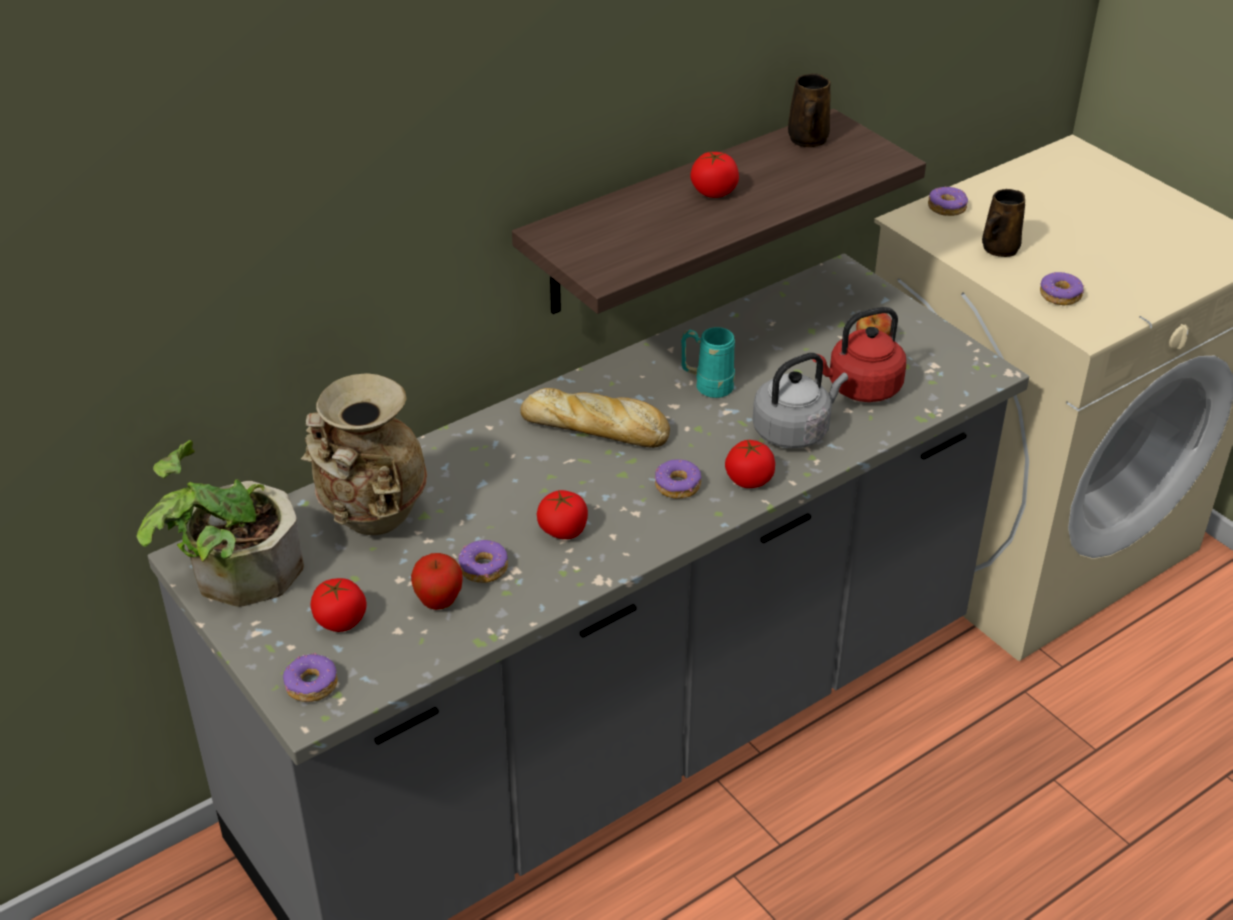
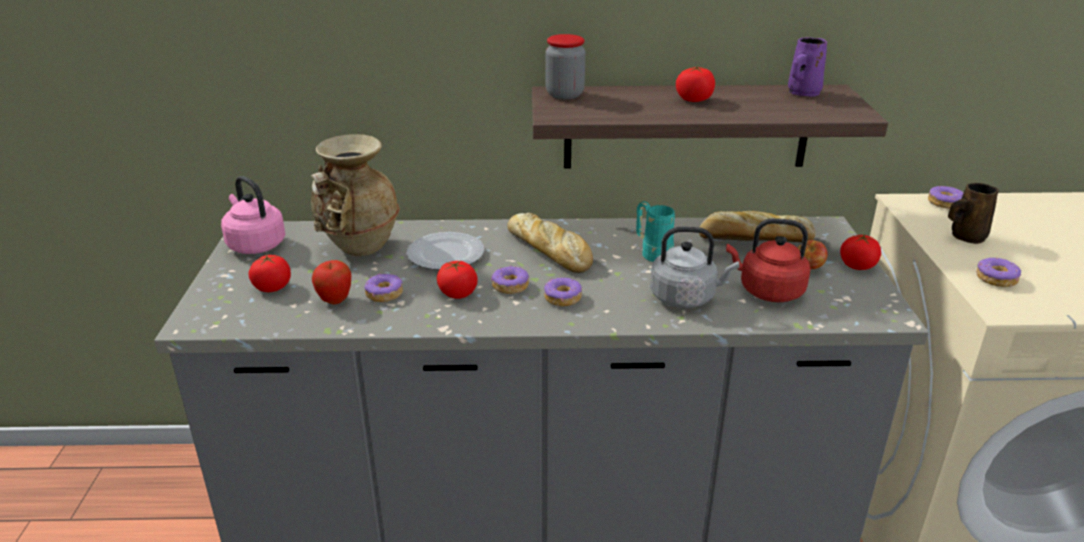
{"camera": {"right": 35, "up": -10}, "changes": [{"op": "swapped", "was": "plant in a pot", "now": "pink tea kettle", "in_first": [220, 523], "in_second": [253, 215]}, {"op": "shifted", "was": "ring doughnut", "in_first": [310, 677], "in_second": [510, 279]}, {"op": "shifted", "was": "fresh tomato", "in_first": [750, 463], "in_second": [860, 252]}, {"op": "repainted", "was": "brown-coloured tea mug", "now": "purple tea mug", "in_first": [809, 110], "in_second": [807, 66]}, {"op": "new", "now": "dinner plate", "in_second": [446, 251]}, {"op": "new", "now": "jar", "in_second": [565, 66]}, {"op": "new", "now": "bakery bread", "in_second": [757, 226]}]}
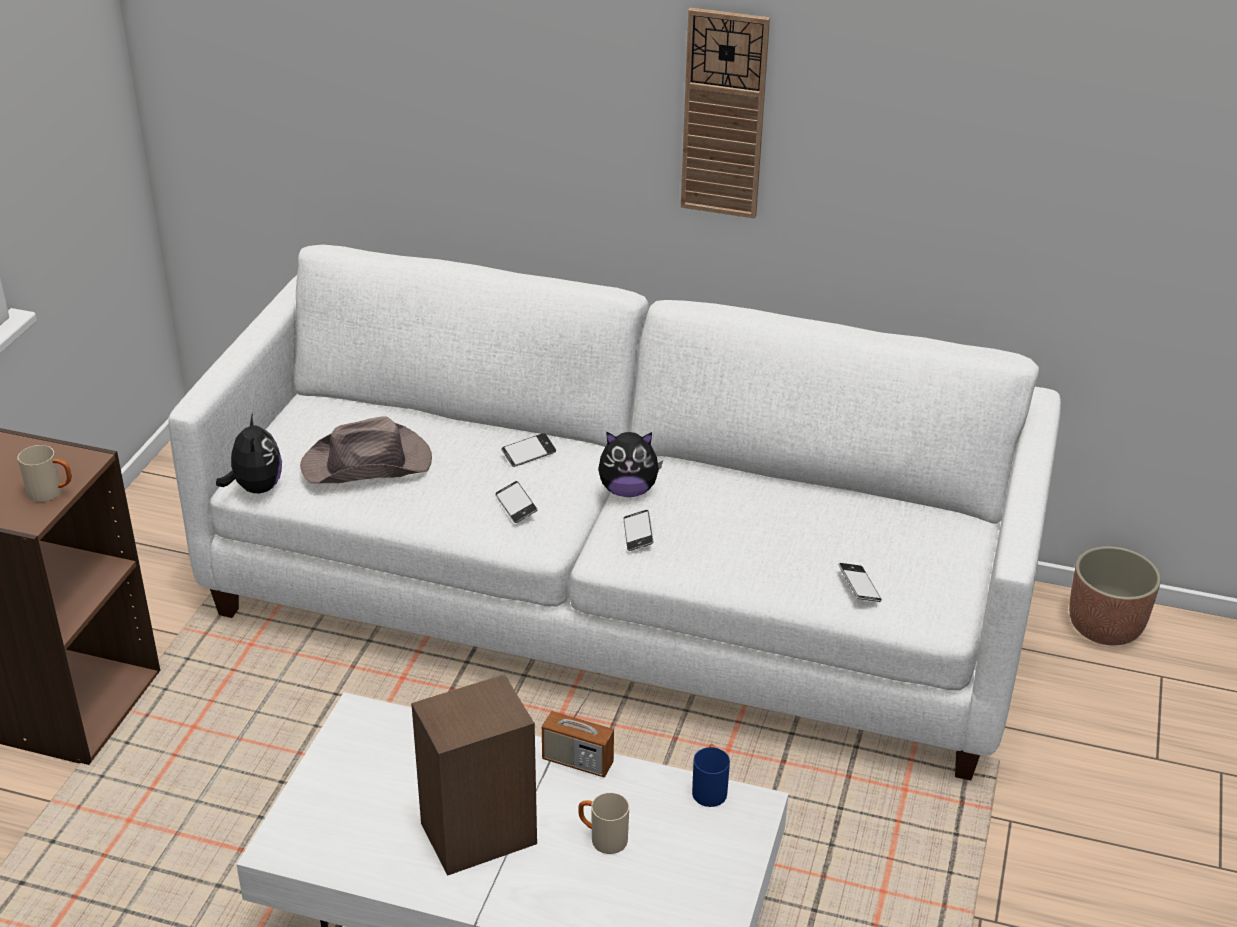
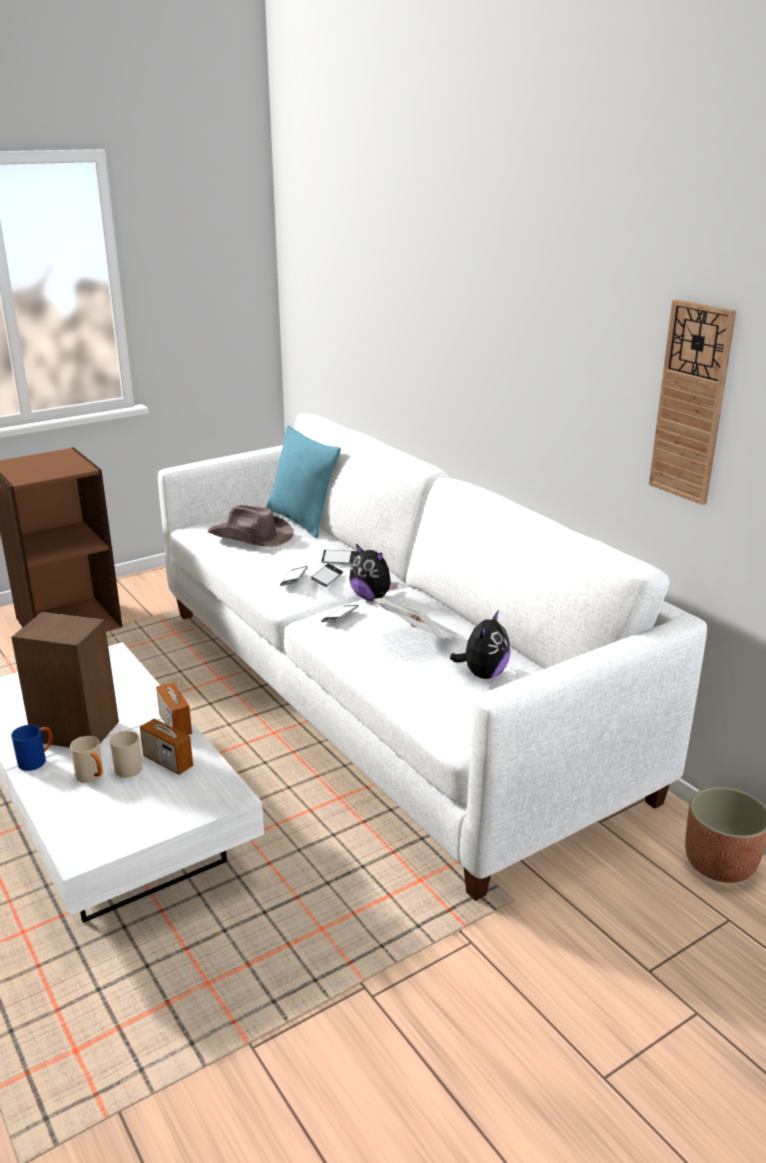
{"camera": {"right": 40, "up": -10}, "changes": [{"op": "shifted", "was": "sand-coloured tea mug", "in_first": [44, 473], "in_second": [87, 759]}, {"op": "shifted", "was": "plush toy", "in_first": [249, 453], "in_second": [480, 644]}, {"op": "shifted", "was": "wall clock", "in_first": [725, 113], "in_second": [692, 402]}, {"op": "shifted", "was": "blue-coloured tea mug", "in_first": [711, 775], "in_second": [31, 748]}, {"op": "shifted", "was": "phone", "in_first": [860, 582], "in_second": [327, 575]}, {"op": "new", "now": "radio receiver", "in_second": [166, 735]}, {"op": "new", "now": "turquoise-coloured pillow", "in_second": [303, 481]}, {"op": "new", "now": "printed paper", "in_second": [419, 619]}]}
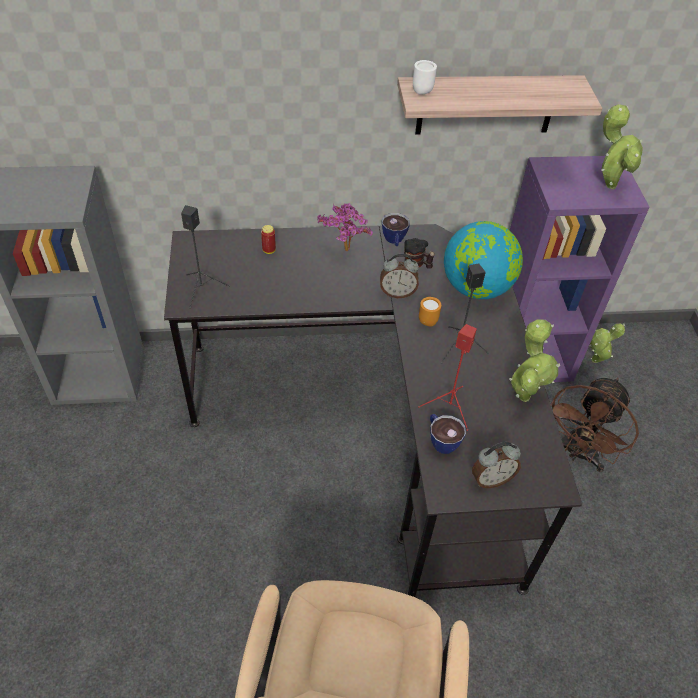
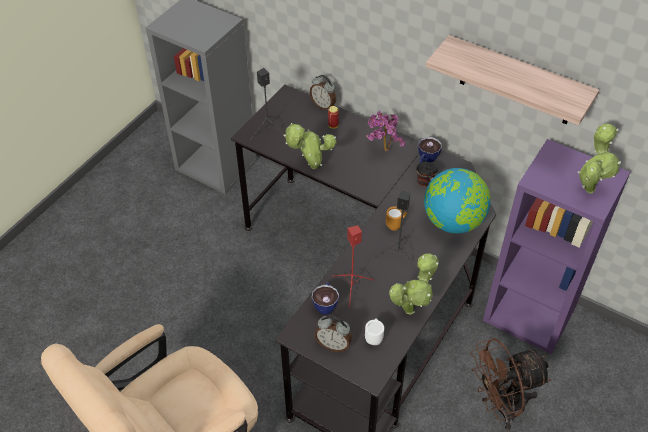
{"camera": {"right": 40, "up": 0}, "changes": [{"op": "shifted", "was": "alarm clock", "in_first": [399, 276], "in_second": [323, 92]}, {"op": "shifted", "was": "whitish tea mug", "in_first": [425, 77], "in_second": [374, 331]}, {"op": "shifted", "was": "plant in a pot", "in_first": [607, 343], "in_second": [310, 146]}]}
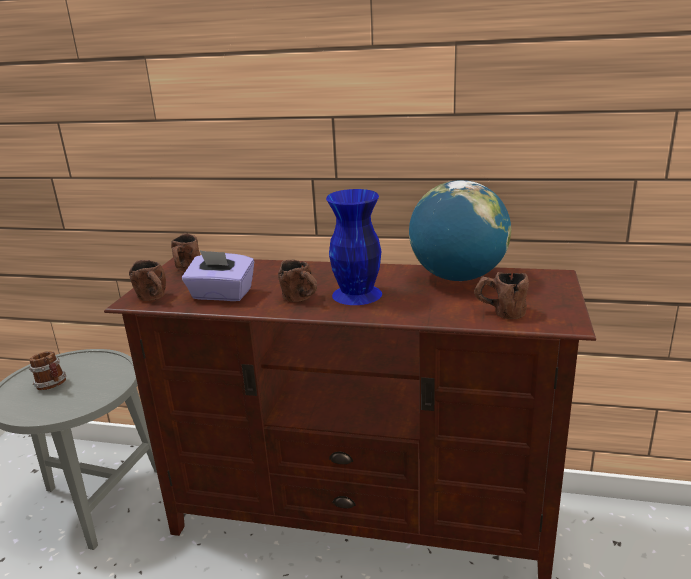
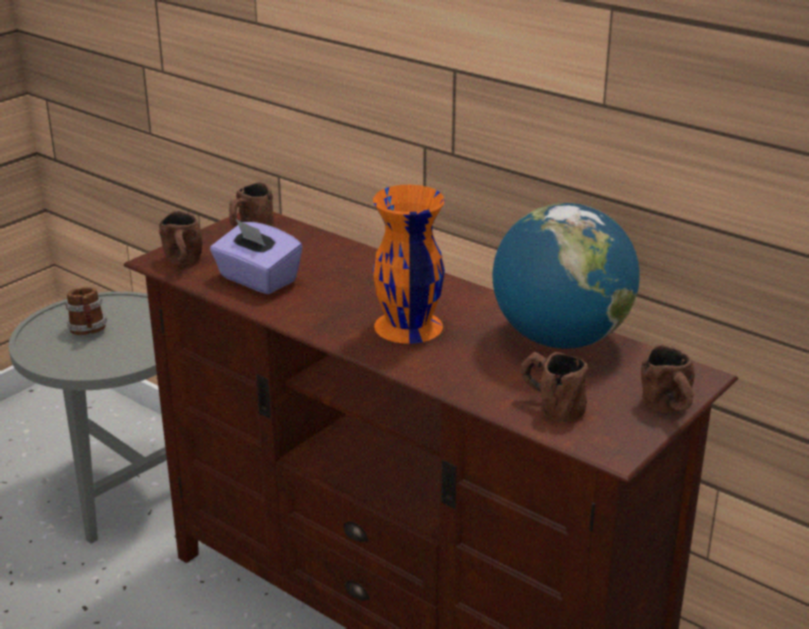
{"camera": {"right": 25, "up": 5}, "changes": [{"op": "shifted", "was": "brown-coloured tea mug", "in_first": [297, 281], "in_second": [668, 379]}, {"op": "repainted", "was": "blue-coloured decorative vase", "now": "orange decorative vase", "in_first": [354, 247], "in_second": [409, 264]}]}
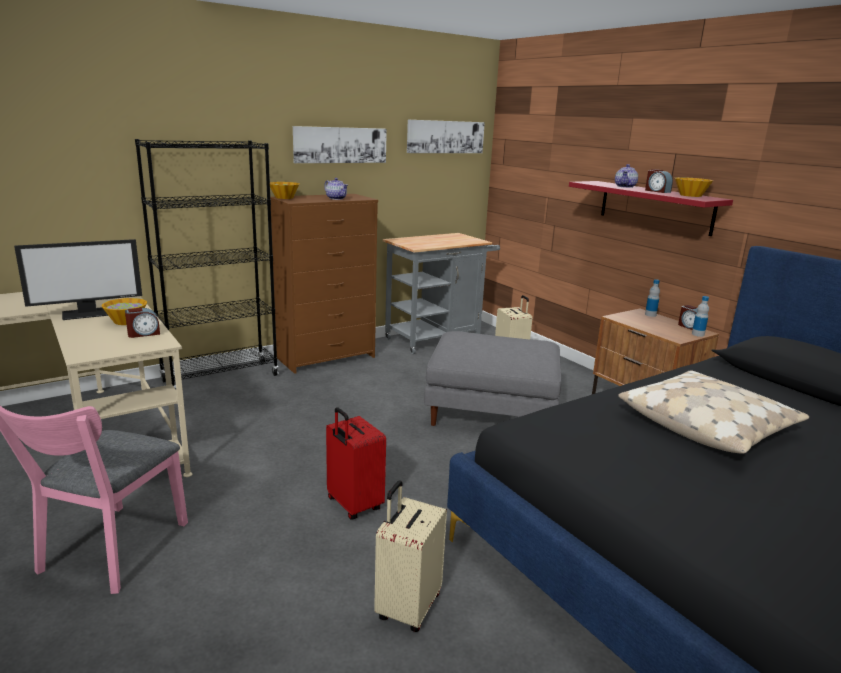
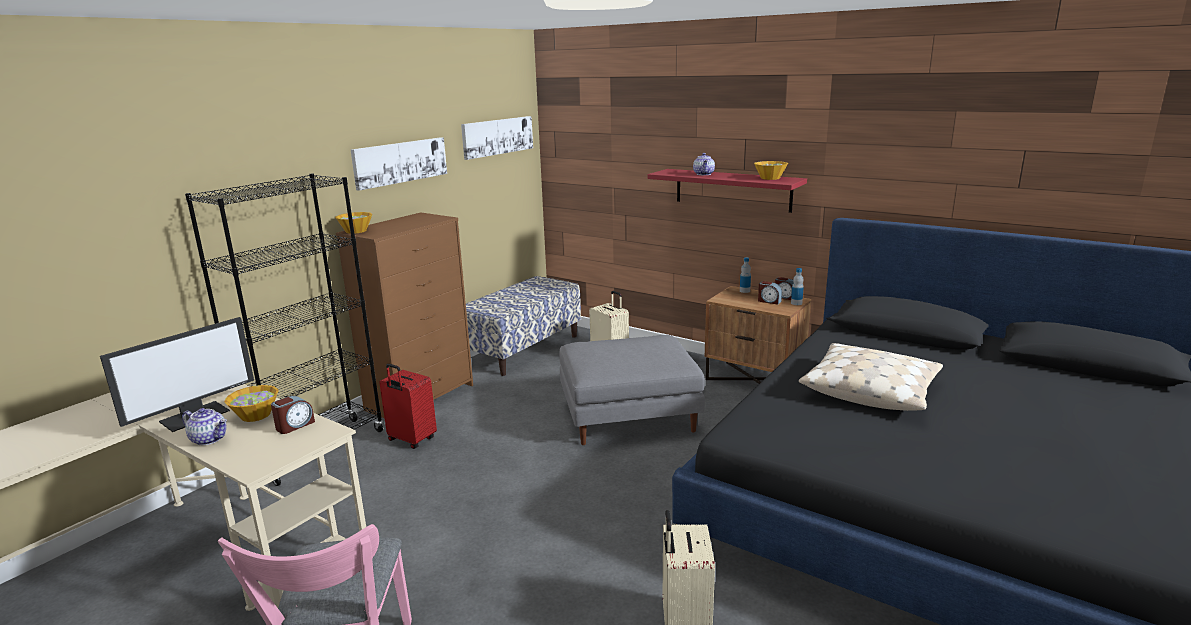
{"camera": {"right": -20, "up": 0}, "changes": [{"op": "shifted", "was": "pot for tea", "in_first": [336, 189], "in_second": [204, 426]}, {"op": "shifted", "was": "reddish piece of luggage", "in_first": [356, 463], "in_second": [408, 406]}, {"op": "swapped", "was": "gray cart", "now": "bench", "in_first": [441, 293], "in_second": [523, 326]}, {"op": "shifted", "was": "alarm clock", "in_first": [659, 181], "in_second": [770, 293]}]}
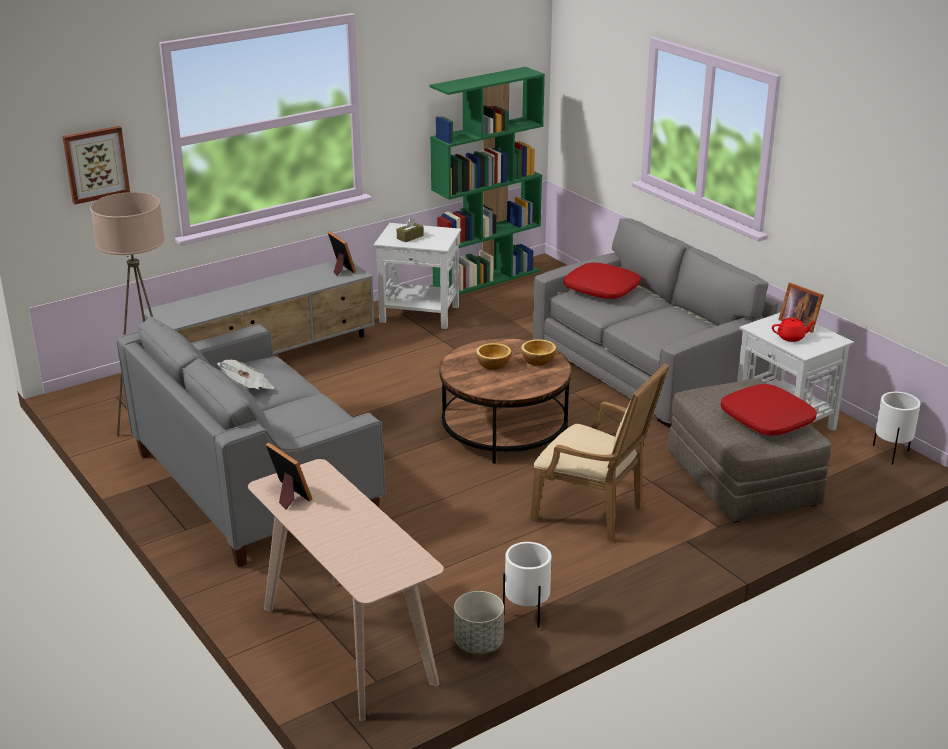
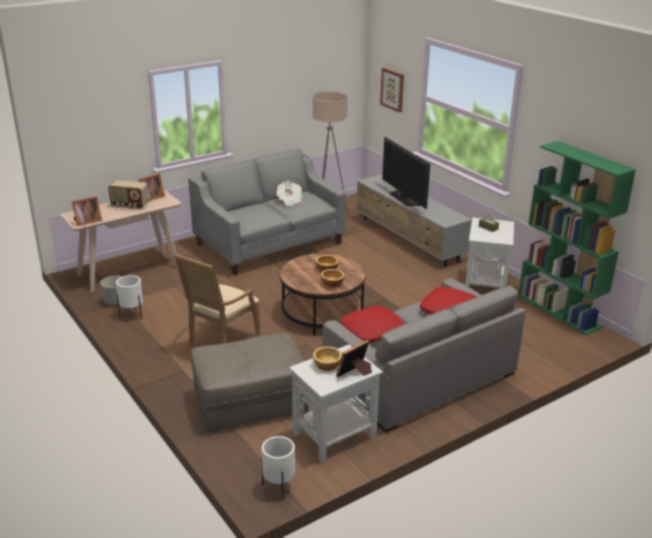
{"camera": {"right": 90, "up": 0}, "changes": [{"op": "shifted", "was": "photo frame", "in_first": [342, 254], "in_second": [87, 211]}, {"op": "shifted", "was": "reddish pillow", "in_first": [769, 410], "in_second": [373, 324]}, {"op": "swapped", "was": "reddish pot for tea", "now": "serving bowl", "in_first": [793, 330], "in_second": [327, 358]}, {"op": "new", "now": "radio receiver", "in_second": [128, 195]}, {"op": "new", "now": "TV", "in_second": [406, 173]}]}
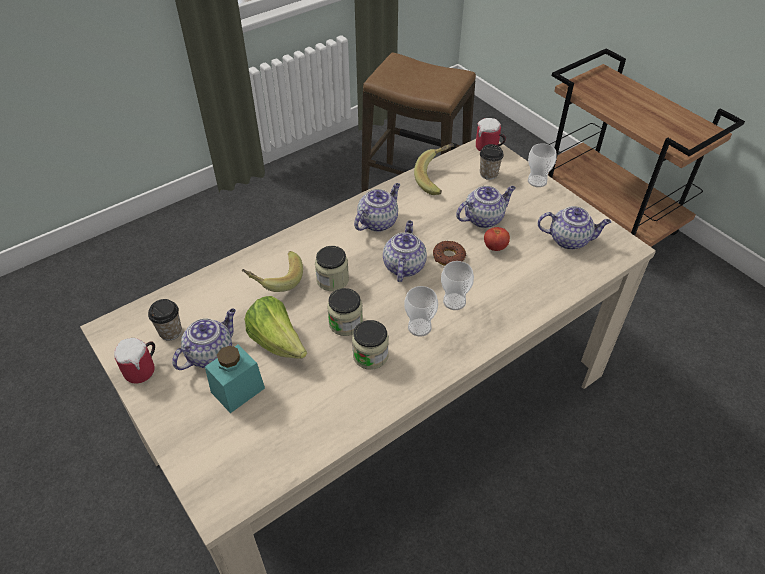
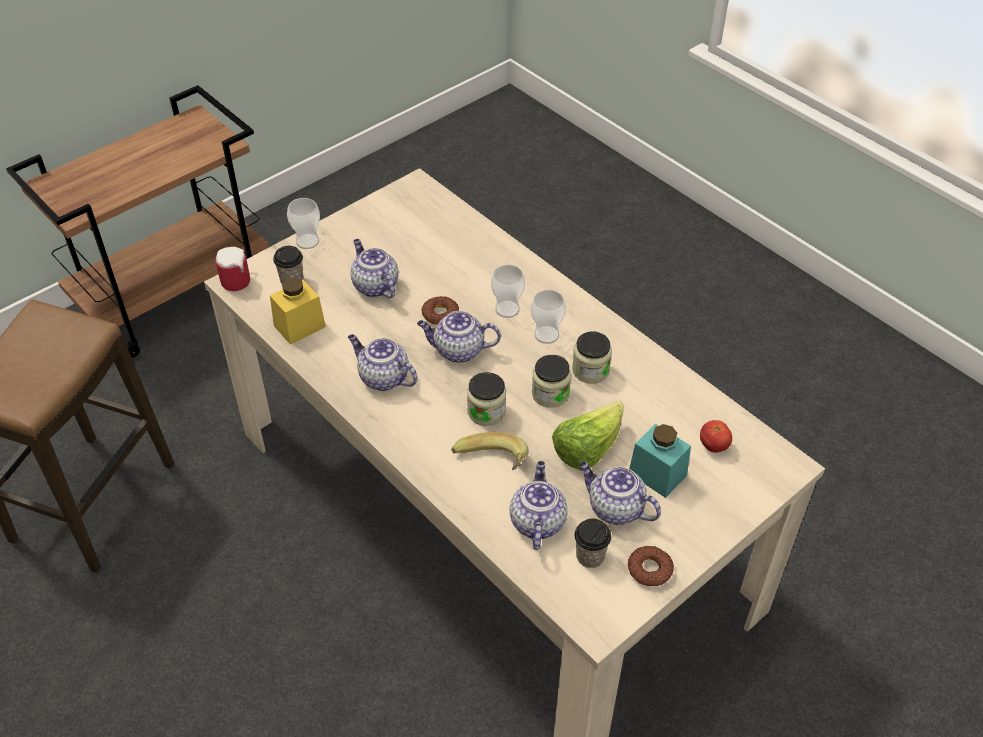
{"camera": {"right": -95, "up": 0}, "changes": [{"op": "swapped", "was": "tea mug", "now": "ring doughnut", "in_first": [134, 360], "in_second": [651, 566]}, {"op": "swapped", "was": "banana fruit", "now": "yellow-coloured jar", "in_first": [434, 169], "in_second": [298, 311]}, {"op": "shifted", "was": "fresh tomato", "in_first": [497, 239], "in_second": [716, 436]}, {"op": "shifted", "was": "pot for tea", "in_first": [574, 228], "in_second": [539, 505]}]}
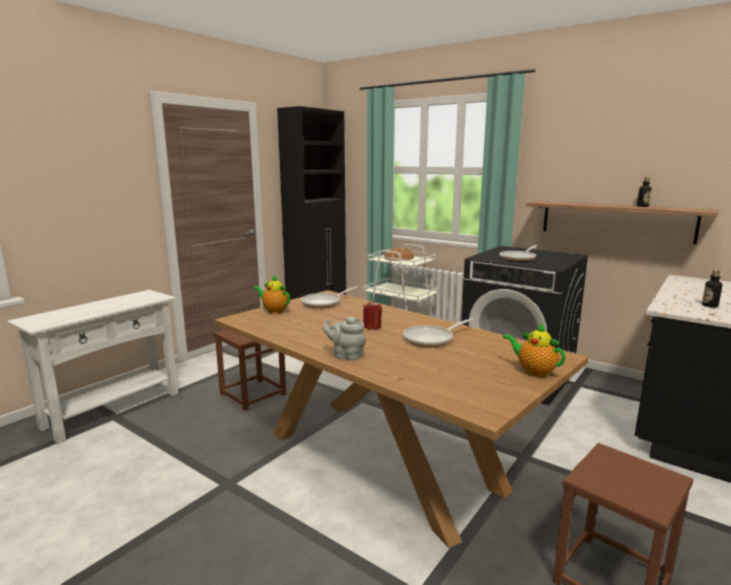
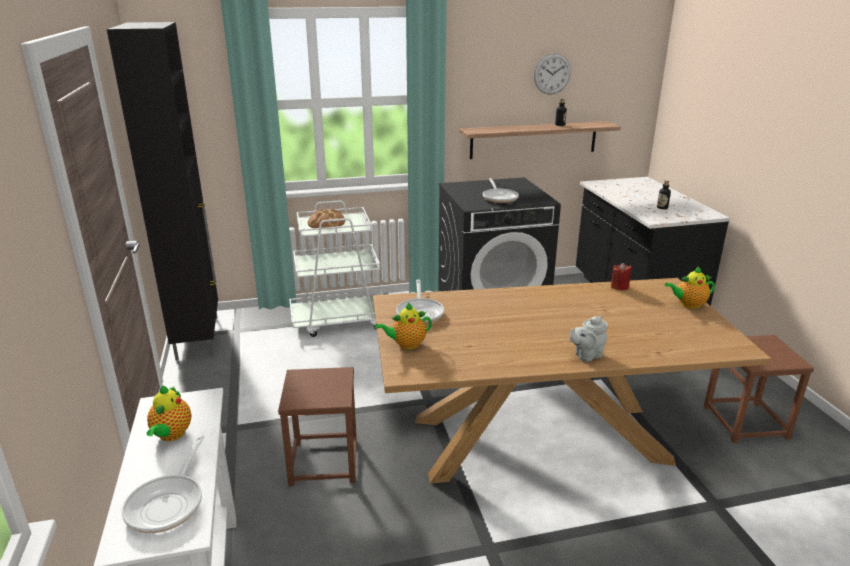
{"camera": {"right": -50, "up": 10}, "changes": [{"op": "shifted", "was": "reddish wax light", "in_first": [372, 315], "in_second": [621, 277]}, {"op": "shifted", "was": "frying pan", "in_first": [438, 332], "in_second": [163, 484]}, {"op": "new", "now": "pot for tea", "in_second": [169, 413]}, {"op": "new", "now": "wall clock", "in_second": [552, 74]}]}
